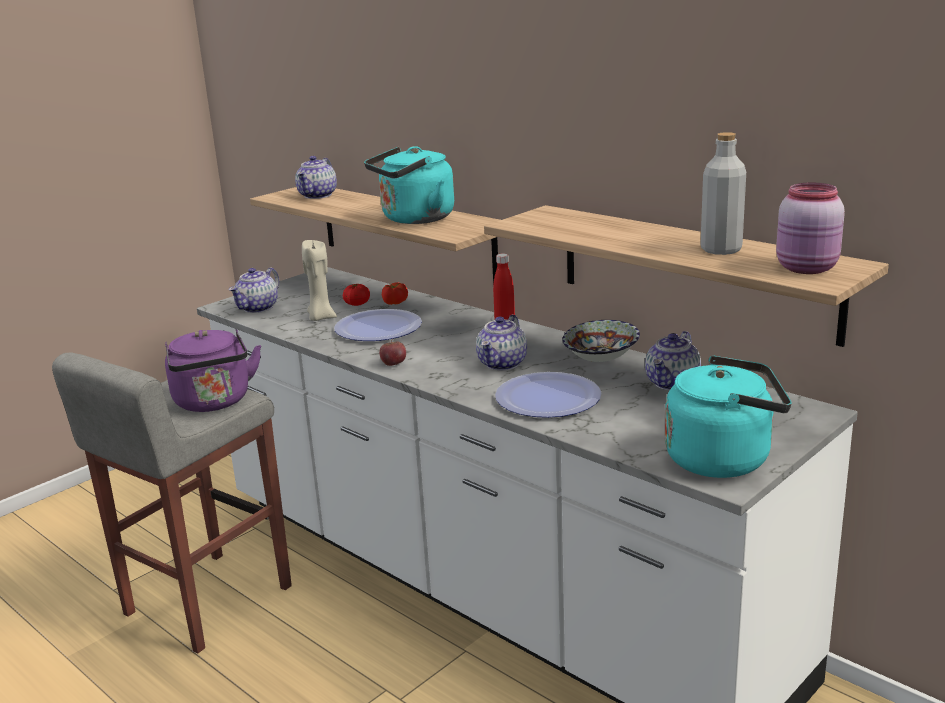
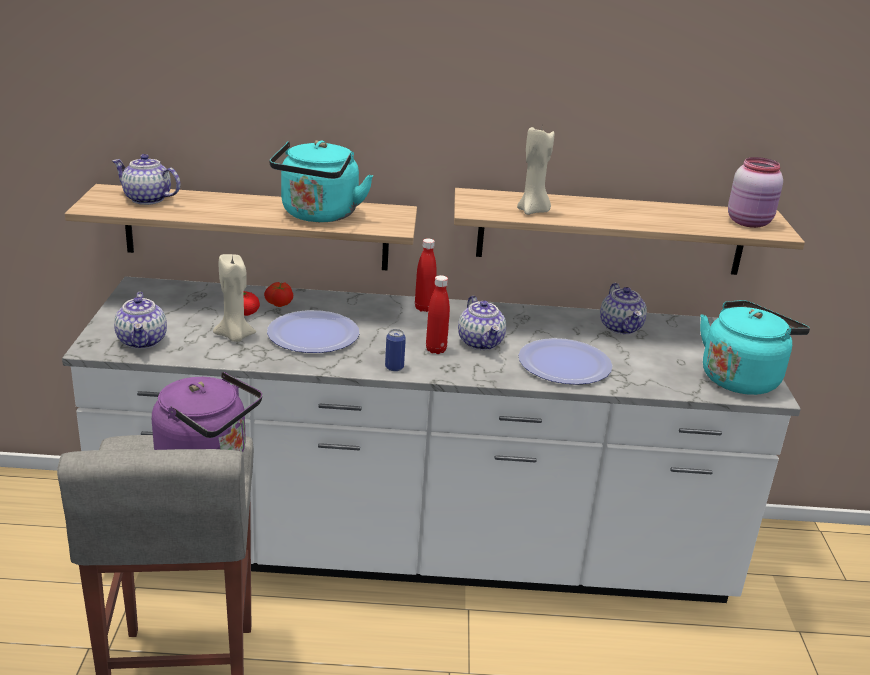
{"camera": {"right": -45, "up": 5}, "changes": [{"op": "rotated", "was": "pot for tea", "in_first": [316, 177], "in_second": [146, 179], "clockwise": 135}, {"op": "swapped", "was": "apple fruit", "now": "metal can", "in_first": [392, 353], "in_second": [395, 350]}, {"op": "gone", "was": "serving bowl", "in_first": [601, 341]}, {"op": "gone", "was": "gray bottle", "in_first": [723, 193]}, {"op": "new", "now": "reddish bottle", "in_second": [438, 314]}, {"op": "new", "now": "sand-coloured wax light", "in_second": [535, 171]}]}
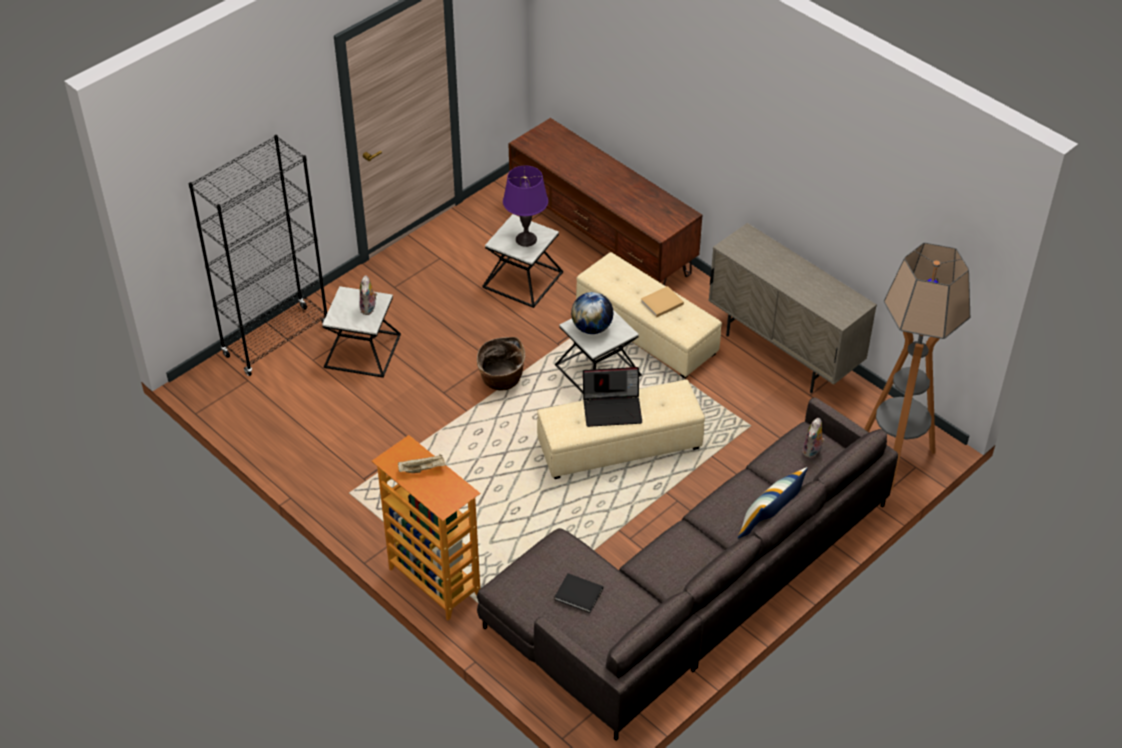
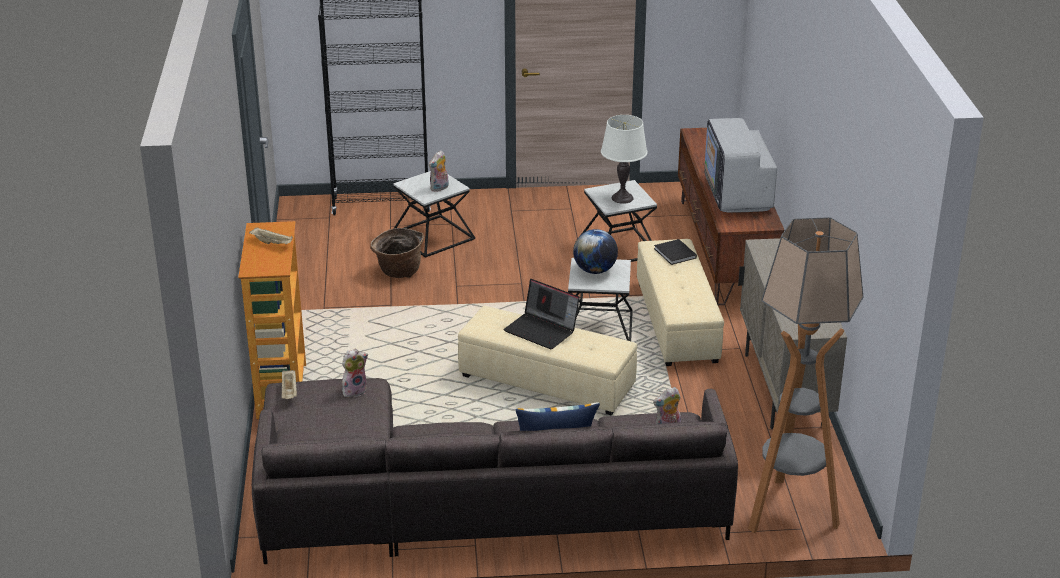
{"camera": {"right": 40, "up": -15}, "changes": [{"op": "shifted", "was": "storage basket", "in_first": [501, 364], "in_second": [397, 253]}, {"op": "repainted", "was": "purple tabletop lamp", "now": "whitish tabletop lamp", "in_first": [525, 206], "in_second": [624, 159]}, {"op": "shifted", "was": "blackish bound book", "in_first": [578, 593], "in_second": [675, 252]}, {"op": "gone", "was": "sand-coloured bound book", "in_first": [662, 302]}, {"op": "new", "now": "sand-coloured tray", "in_second": [289, 384]}, {"op": "new", "now": "plush toy", "in_second": [355, 373]}, {"op": "new", "now": "TV", "in_second": [740, 165]}]}
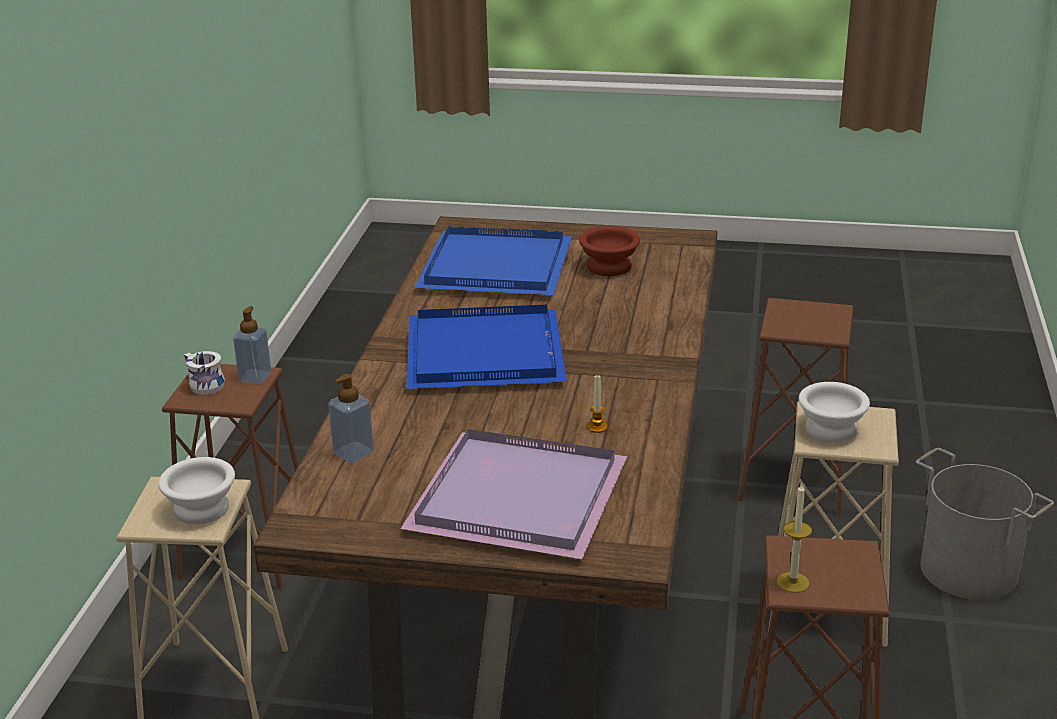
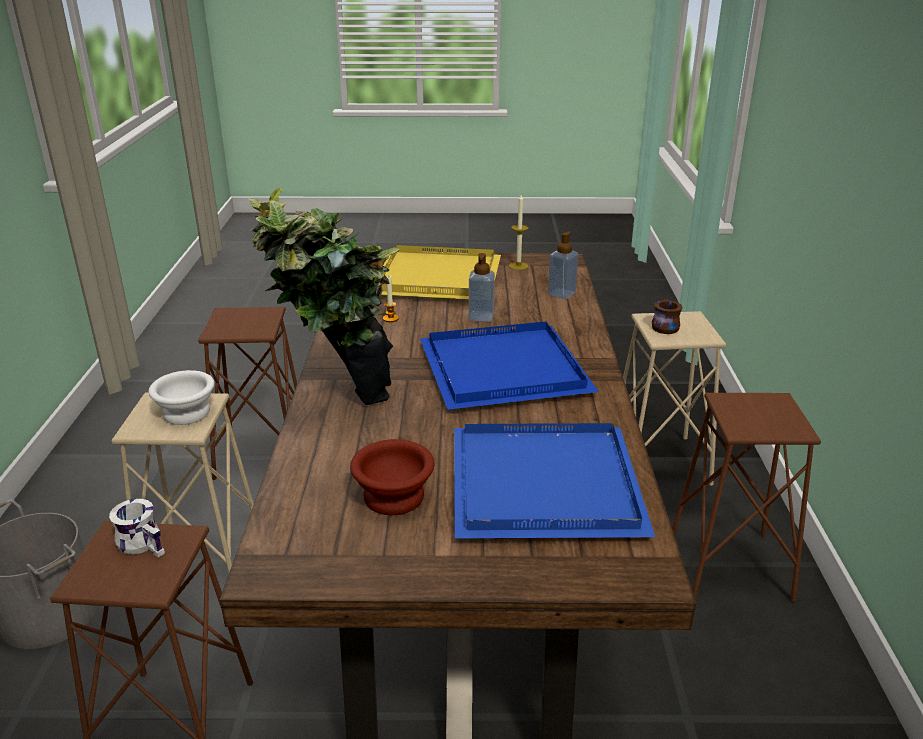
{"camera": {"right": 170, "up": 0}, "changes": [{"op": "swapped", "was": "whitish serving bowl", "now": "brown-coloured tea mug", "in_first": [196, 490], "in_second": [667, 316]}, {"op": "shifted", "was": "whitish tea mug", "in_first": [204, 373], "in_second": [137, 528]}, {"op": "shifted", "was": "soap bottle", "in_first": [252, 345], "in_second": [482, 287]}, {"op": "repainted", "was": "purple tray", "now": "yellow-coloured tray", "in_first": [514, 494], "in_second": [440, 272]}, {"op": "shifted", "was": "wax light", "in_first": [794, 538], "in_second": [518, 232]}, {"op": "new", "now": "plant in a pot", "in_second": [323, 296]}]}
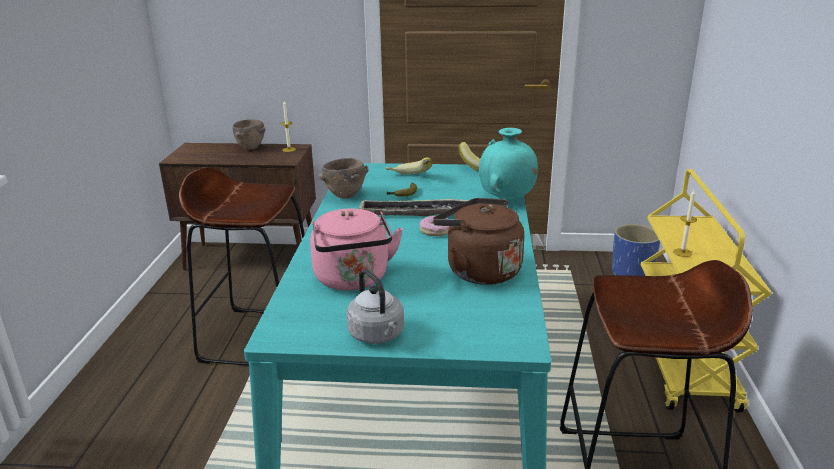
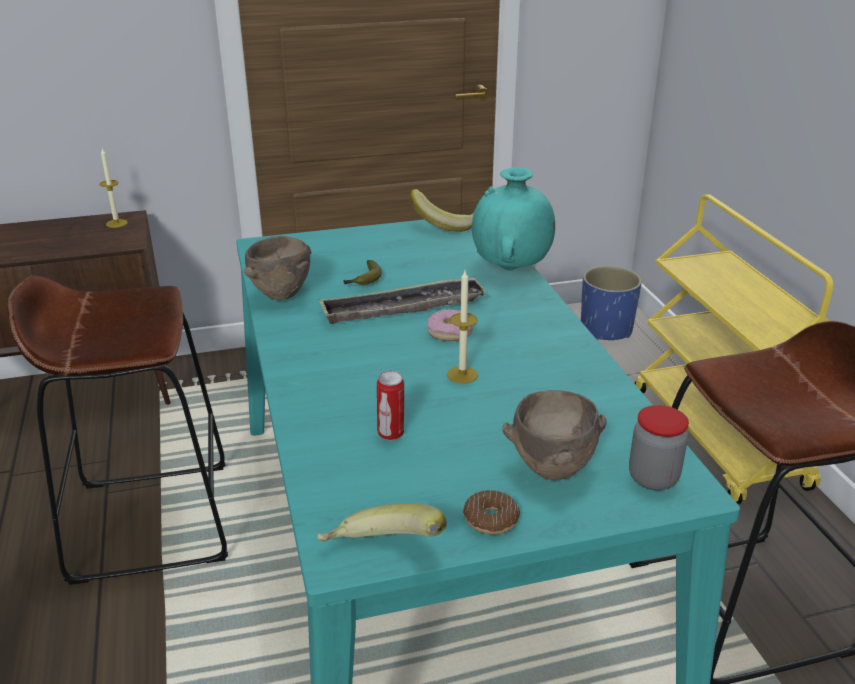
{"camera": {"right": -20, "up": 5}, "changes": [{"op": "shifted", "was": "brown-coloured serving bowl", "in_first": [248, 134], "in_second": [554, 435]}, {"op": "swapped", "was": "pink tea kettle", "now": "metal can", "in_first": [356, 249], "in_second": [390, 405]}, {"op": "swapped", "was": "gray tea kettle", "now": "ring doughnut", "in_first": [375, 306], "in_second": [491, 512]}, {"op": "shifted", "was": "banana fruit", "in_first": [409, 165], "in_second": [382, 522]}, {"op": "gone", "was": "brown-coloured tea kettle", "in_first": [478, 241]}, {"op": "shifted", "was": "wax light", "in_first": [685, 223], "in_second": [462, 327]}, {"op": "new", "now": "jar", "in_second": [659, 447]}]}
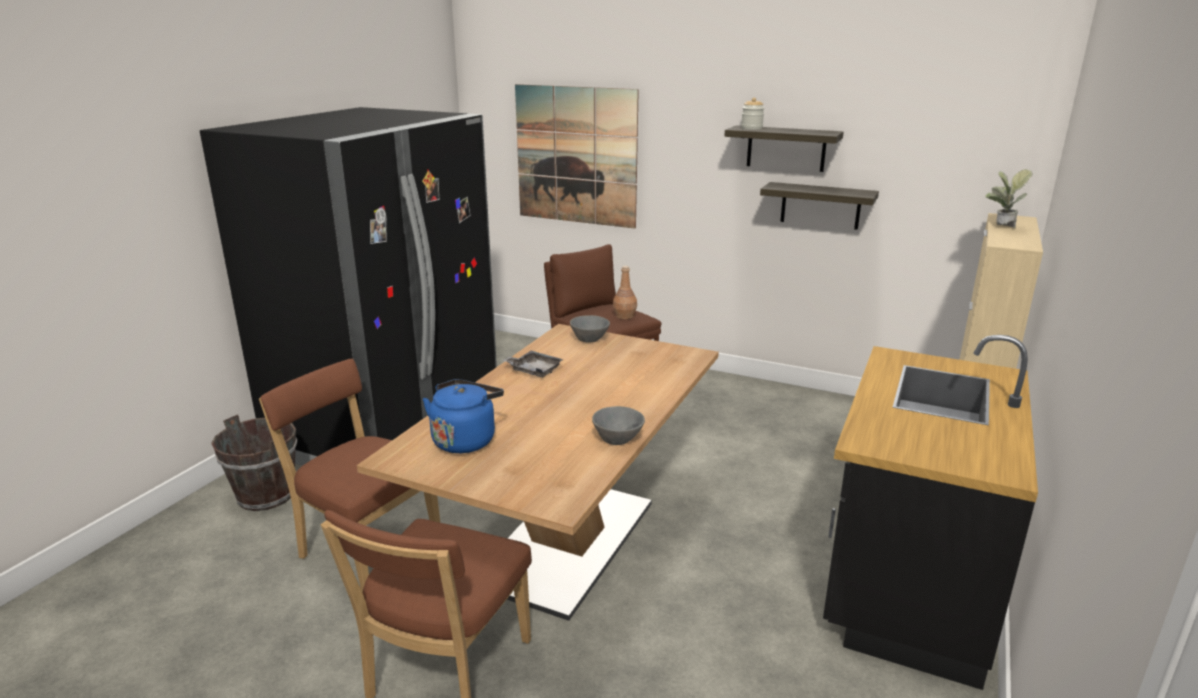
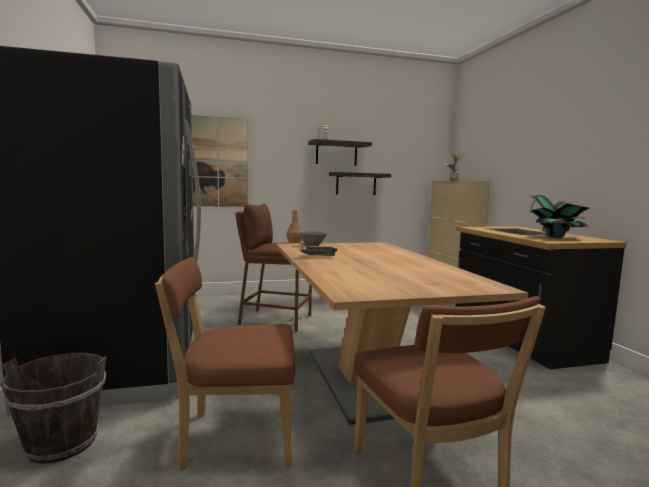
{"camera": {"right": -40, "up": -15}, "changes": [{"op": "gone", "was": "blue-coloured tea kettle", "in_first": [463, 416]}, {"op": "gone", "was": "gray serving bowl", "in_first": [618, 425]}, {"op": "new", "now": "plant in a pot", "in_second": [559, 216]}]}
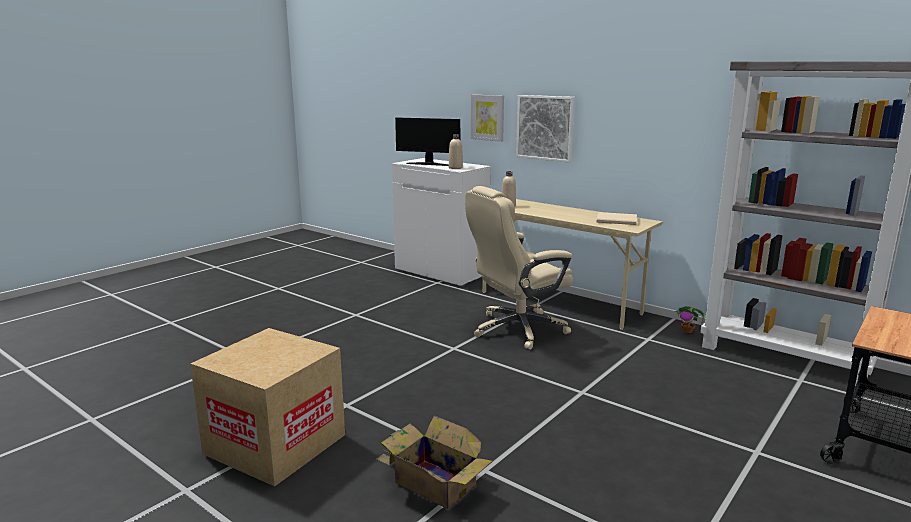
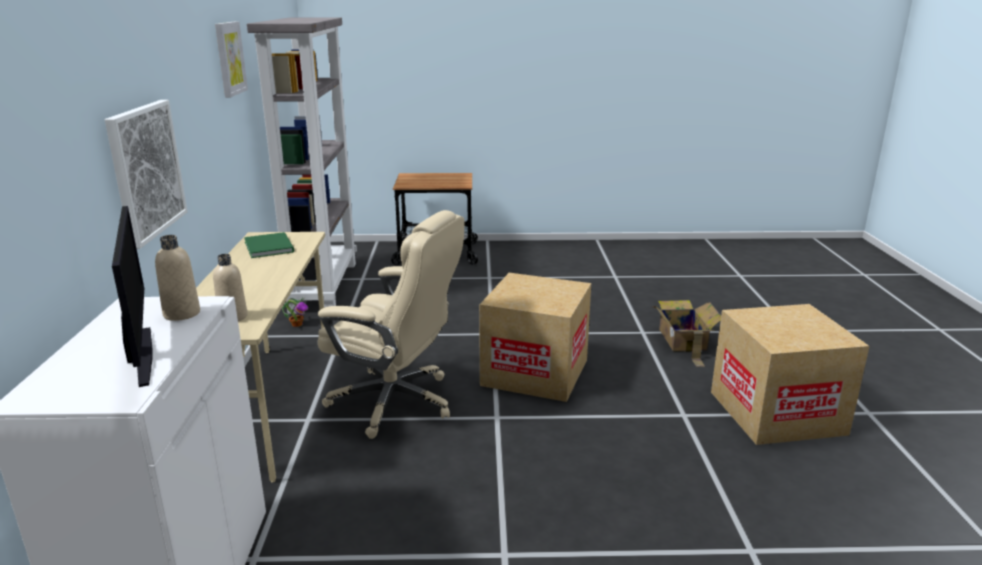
{"camera": {"right": -130, "up": 5}, "changes": [{"op": "shifted", "was": "picture", "in_first": [487, 118], "in_second": [231, 59]}, {"op": "repainted", "was": "sand-coloured bound book", "now": "greenish bound book", "in_first": [617, 218], "in_second": [269, 245]}, {"op": "new", "now": "carton", "in_second": [535, 337]}]}
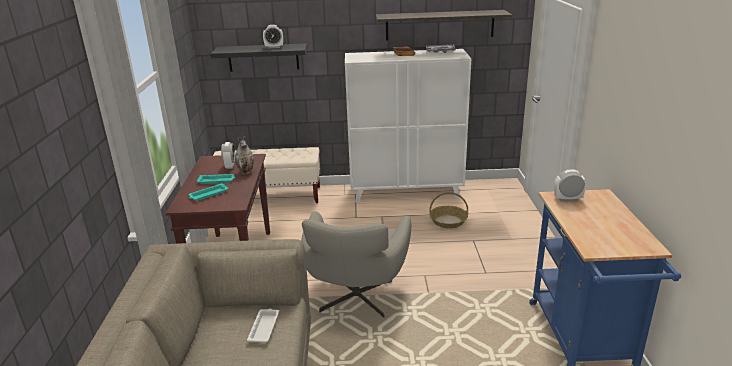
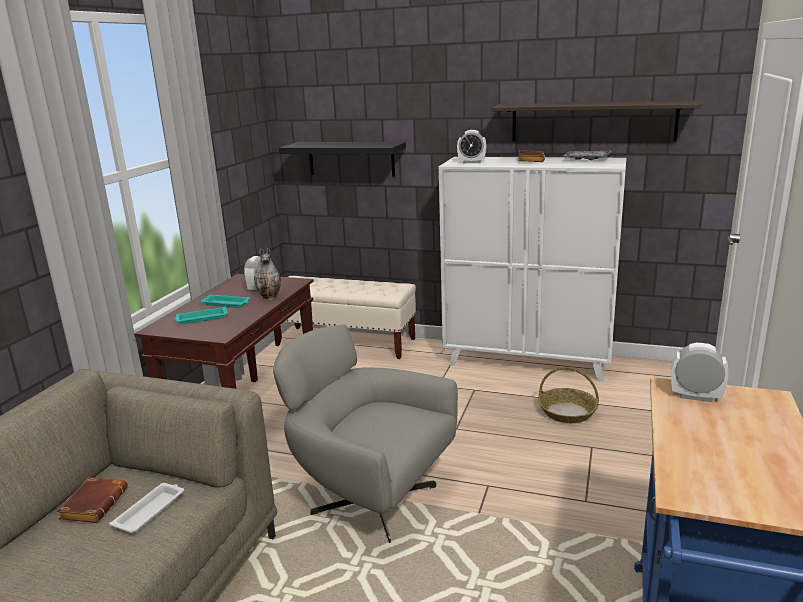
{"camera": {"right": 20, "up": -5}, "changes": [{"op": "shifted", "was": "alarm clock", "in_first": [273, 37], "in_second": [471, 146]}, {"op": "rotated", "was": "gray easy chair", "in_first": [356, 264], "in_second": [365, 433], "clockwise": 90}, {"op": "new", "now": "brown-coloured bound book", "in_second": [92, 500]}]}
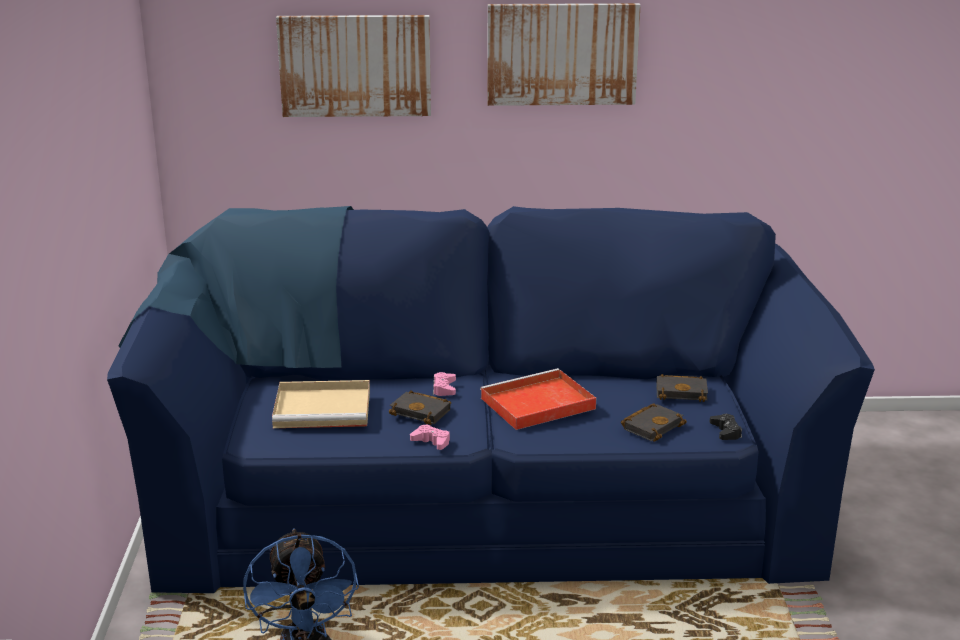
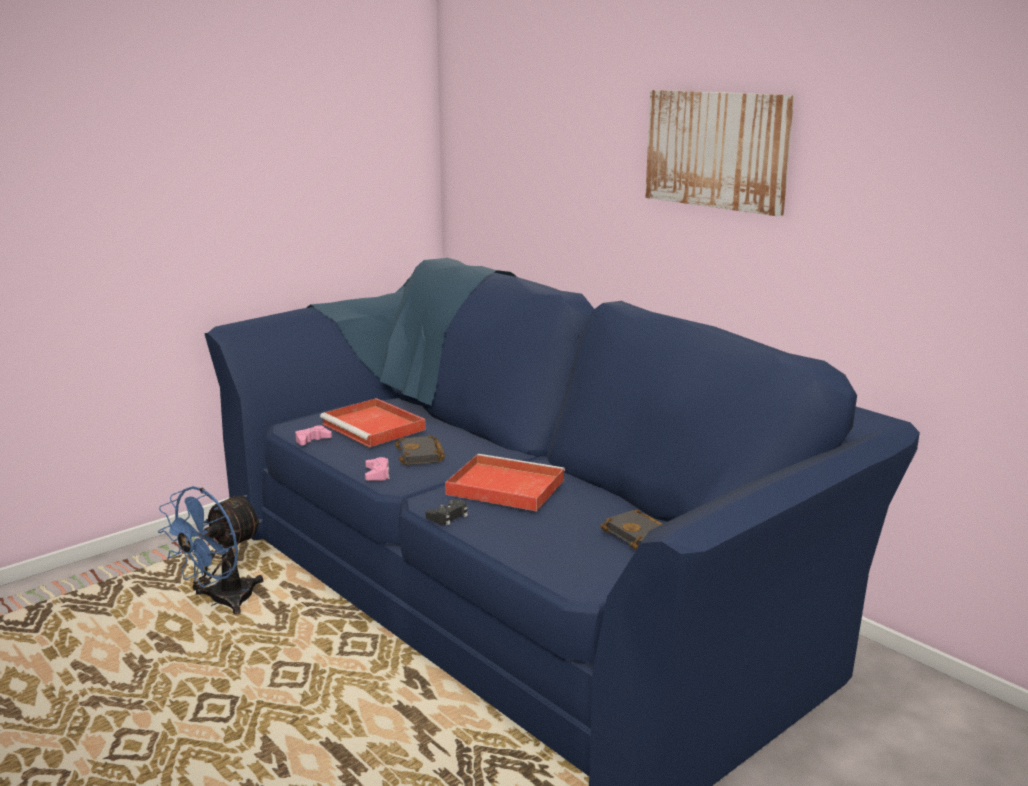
{"camera": {"right": 50, "up": -5}, "changes": [{"op": "repainted", "was": "sand-coloured tray", "now": "reddish tray", "in_first": [321, 404], "in_second": [372, 422]}, {"op": "gone", "was": "picture", "in_first": [353, 66]}, {"op": "shifted", "was": "pink joypad", "in_first": [444, 384], "in_second": [313, 435]}, {"op": "gone", "was": "blackish bound book", "in_first": [654, 422]}, {"op": "shifted", "was": "blackish joypad", "in_first": [725, 427], "in_second": [447, 512]}]}
